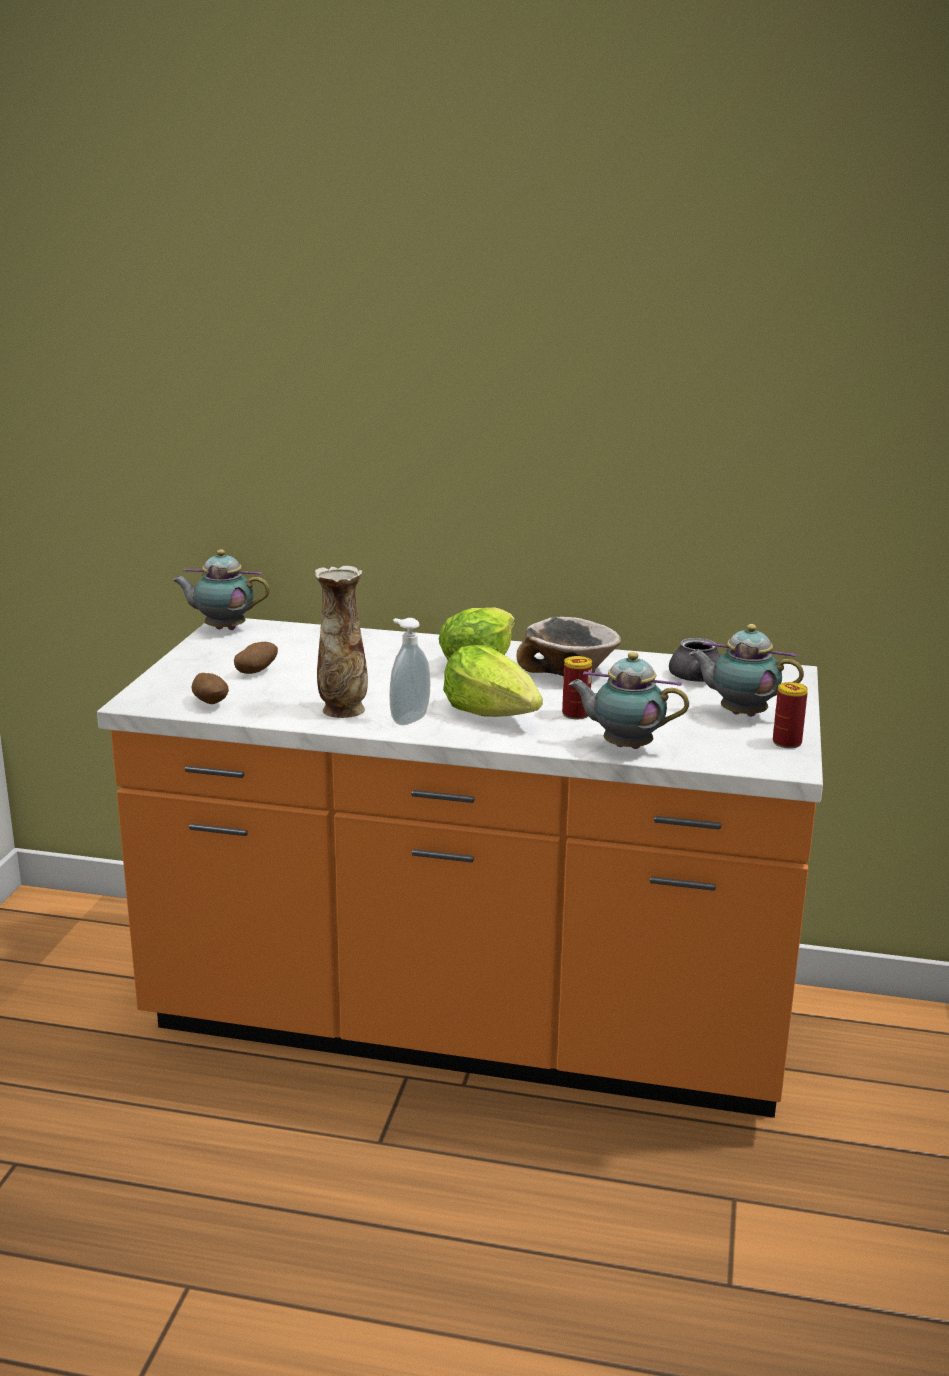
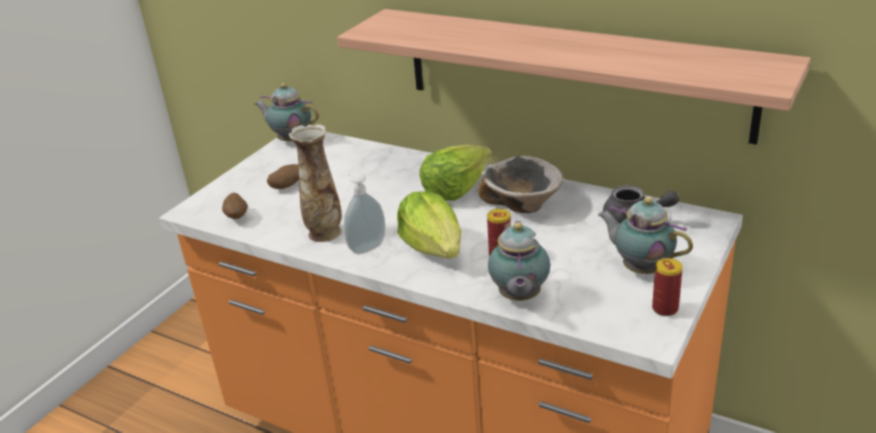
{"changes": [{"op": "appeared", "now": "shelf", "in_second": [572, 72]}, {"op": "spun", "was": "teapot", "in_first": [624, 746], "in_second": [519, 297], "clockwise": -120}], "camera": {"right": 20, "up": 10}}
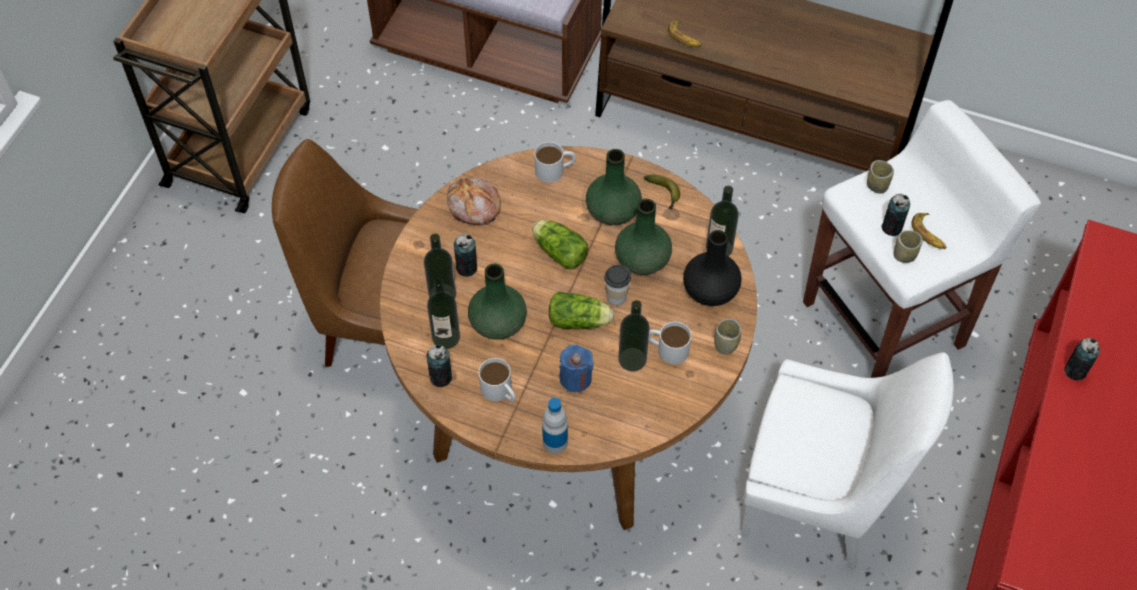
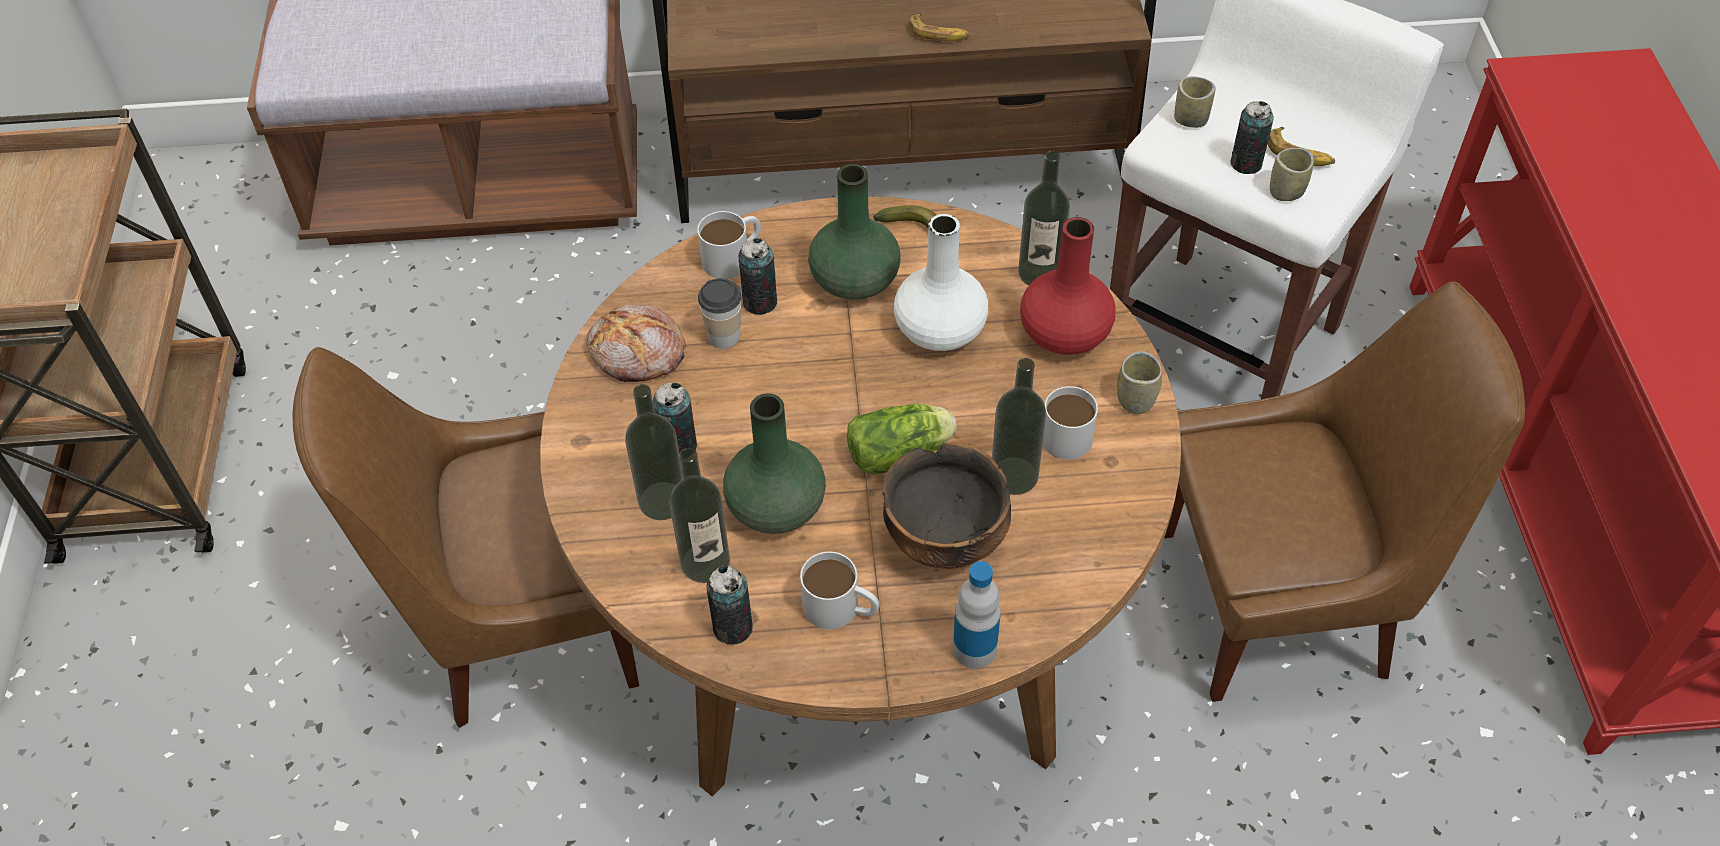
{"changes": [{"op": "relocated", "was": "cup", "in_first": [616, 296], "in_second": [724, 336]}, {"op": "relocated", "was": "can", "in_first": [1075, 371], "in_second": [760, 302]}, {"op": "exchanged", "was": "blue candle", "now": "bowl", "in_first": [575, 378], "in_second": [946, 538]}, {"op": "colour", "was": "green vase", "now": "white vase", "in_first": [643, 259], "in_second": [941, 330]}, {"op": "relocated", "was": "banana", "in_first": [684, 38], "in_second": [938, 33]}, {"op": "colour", "was": "black vase", "now": "red vase", "in_first": [709, 290], "in_second": [1063, 334]}, {"op": "colour", "was": "white chair", "now": "brown chair", "in_first": [819, 498], "in_second": [1282, 602]}, {"op": "missing", "was": "lettuce", "in_first": [558, 251]}], "camera": {"right": -25, "up": -5}}
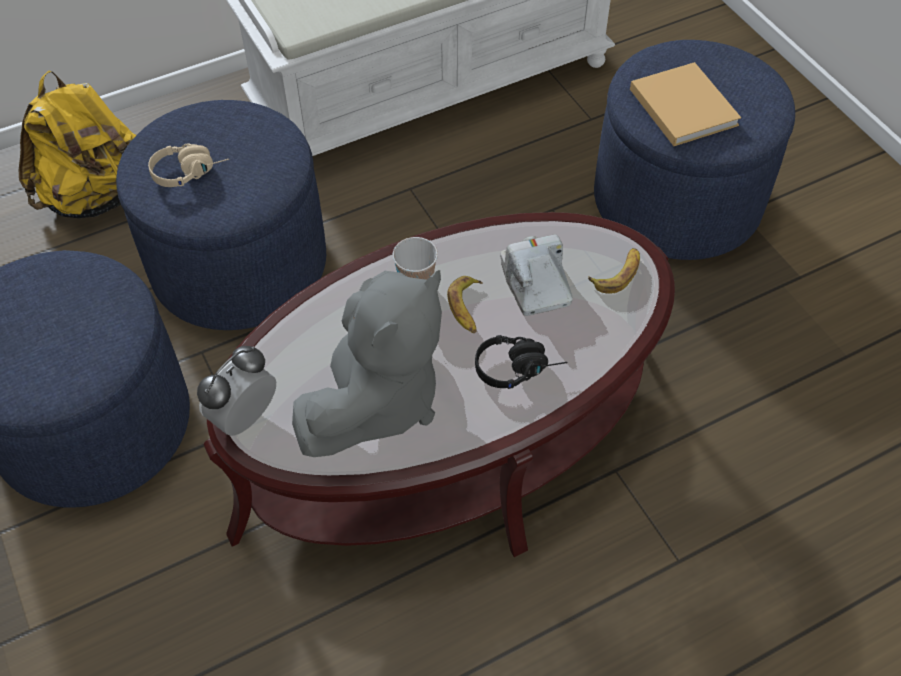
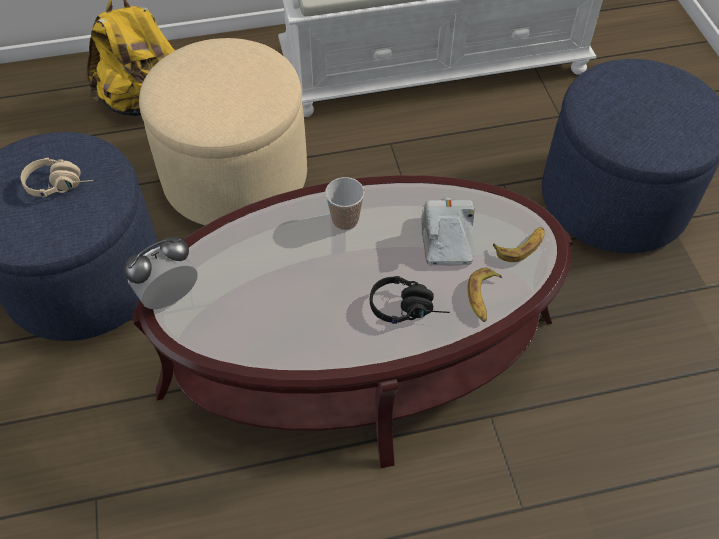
{"changes": [{"op": "relocated", "was": "beige headphones", "in_first": [191, 171], "in_second": [61, 184]}, {"op": "colour", "was": "blue ottoman", "now": "beige ottoman", "in_first": [239, 264], "in_second": [235, 176]}, {"op": "relocated", "was": "banana", "in_first": [467, 309], "in_second": [483, 298]}, {"op": "missing", "was": "grey plush toy", "in_first": [376, 400]}, {"op": "missing", "was": "beige book", "in_first": [681, 105]}], "camera": {"right": 15, "up": 0}}
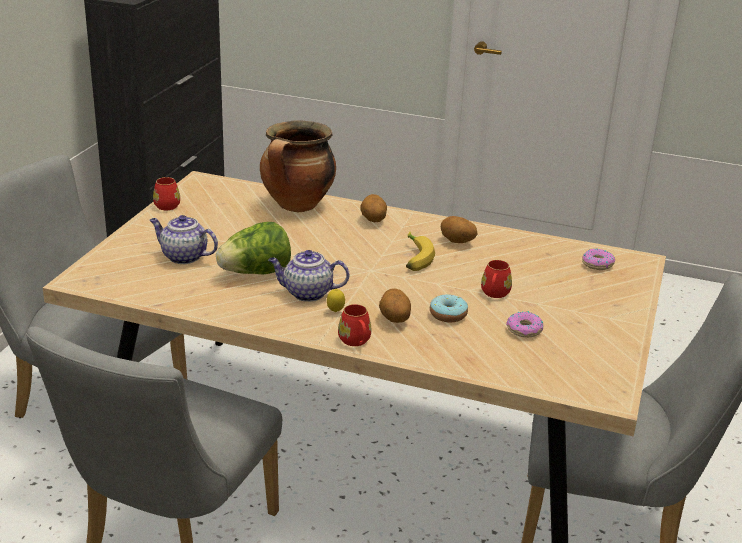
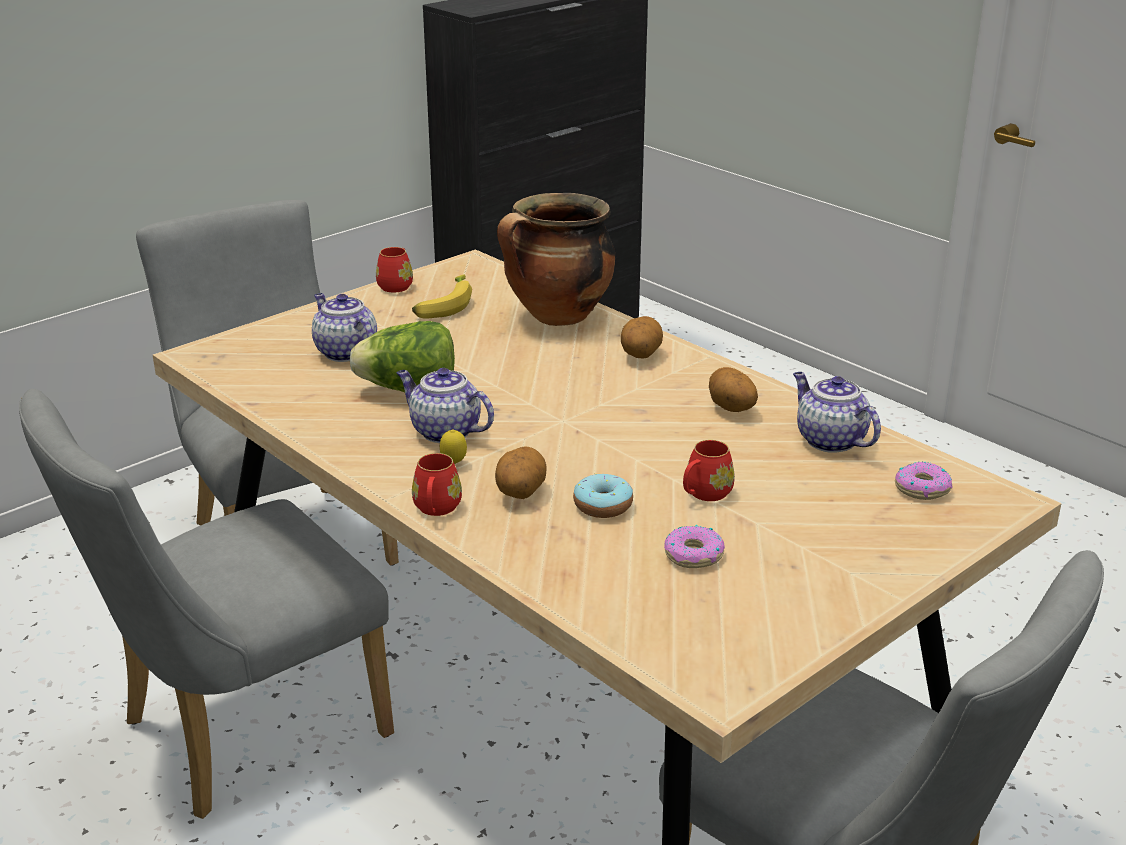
{"changes": [{"op": "relocated", "was": "banana", "in_first": [414, 258], "in_second": [443, 306]}, {"op": "appeared", "now": "teapot", "in_second": [829, 440]}], "camera": {"right": 30, "up": 0}}
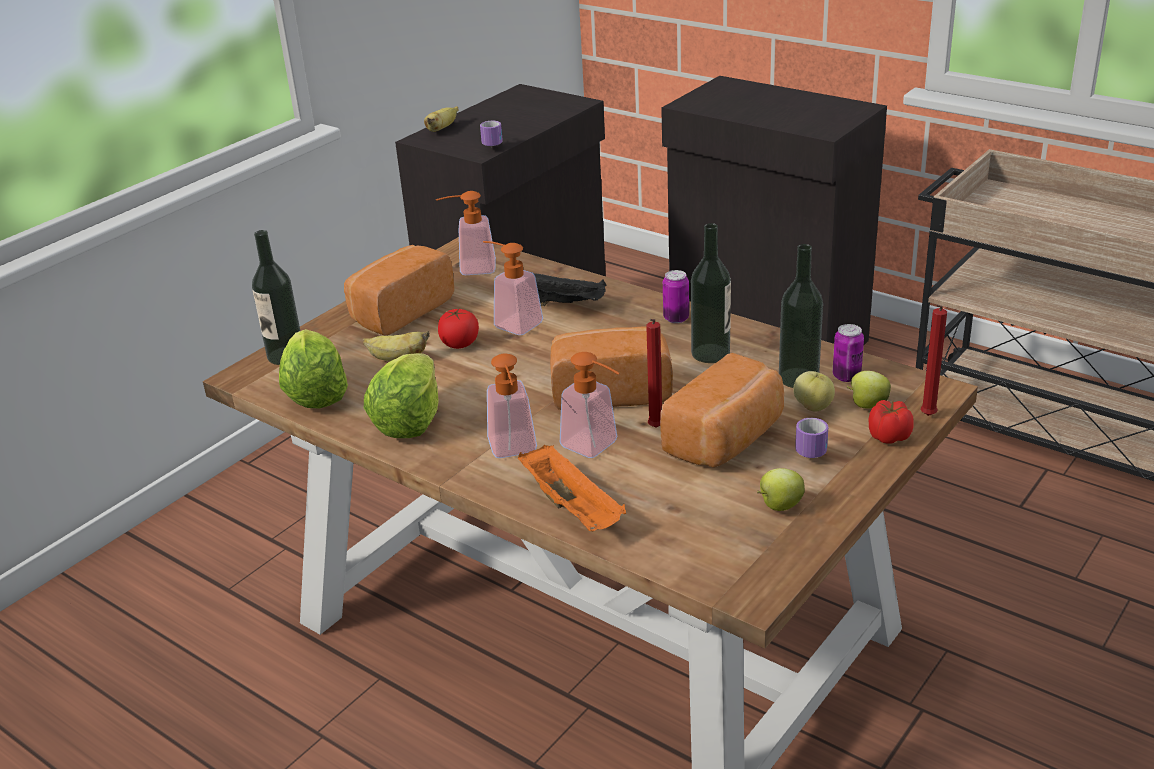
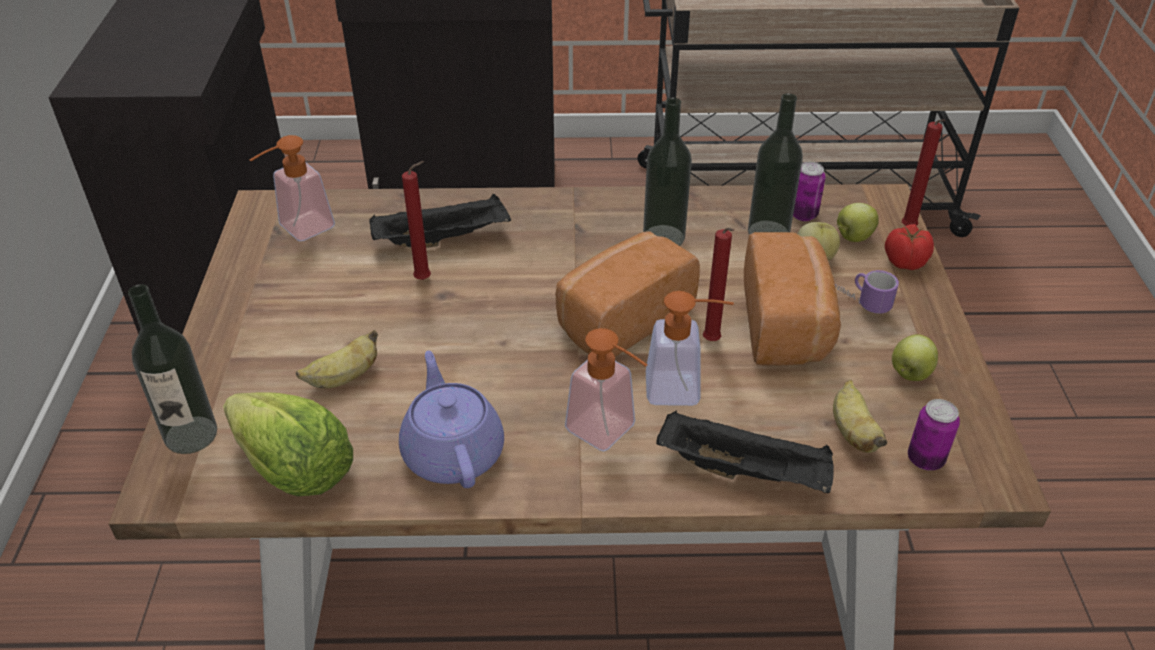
{"changes": [{"op": "exchanged", "was": "lettuce", "now": "purple teapot", "in_first": [409, 421], "in_second": [452, 451]}, {"op": "exchanged", "was": "soap dispenser", "now": "red candle", "in_first": [512, 323], "in_second": [425, 279]}, {"op": "colour", "was": "orange tray", "now": "black tray", "in_first": [573, 508], "in_second": [745, 471]}, {"op": "relocated", "was": "banana", "in_first": [441, 129], "in_second": [852, 432]}, {"op": "relocated", "was": "can", "in_first": [676, 318], "in_second": [925, 459]}, {"op": "missing", "was": "bread", "in_first": [399, 311]}, {"op": "missing", "was": "tomato", "in_first": [460, 343]}, {"op": "missing", "was": "mug", "in_first": [492, 144]}], "camera": {"right": -40, "up": 10}}
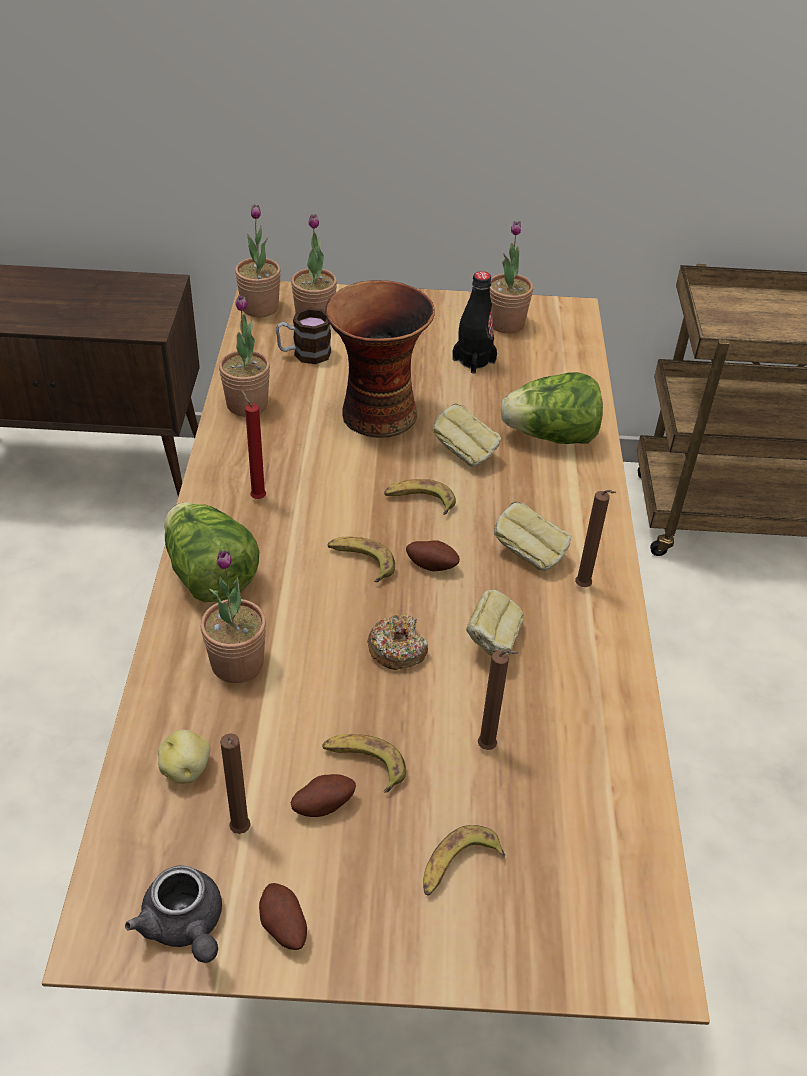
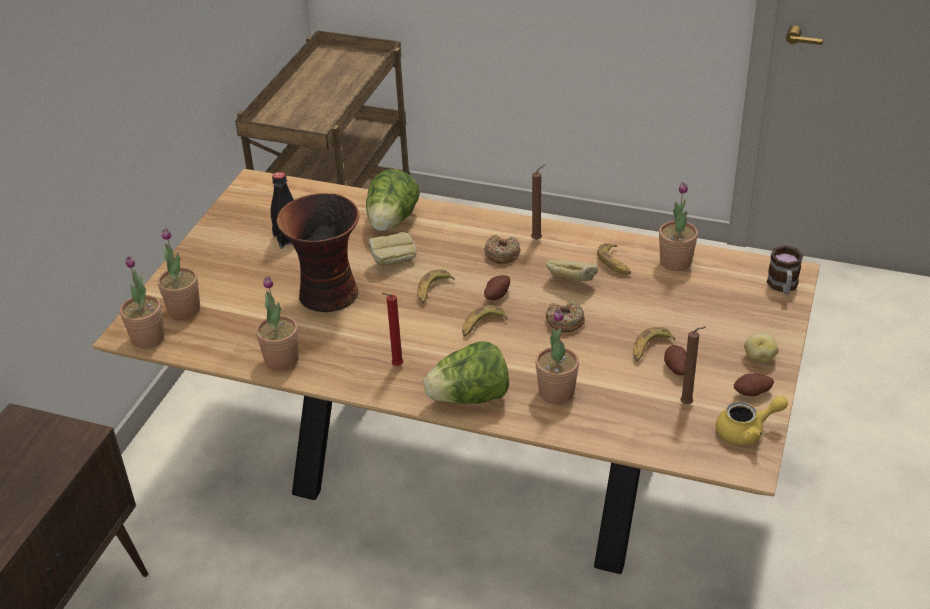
{"changes": [{"op": "exchanged", "was": "bread", "now": "donut", "in_first": [529, 554], "in_second": [502, 254]}, {"op": "relocated", "was": "banana", "in_first": [458, 866], "in_second": [615, 263]}, {"op": "relocated", "was": "potted plant", "in_first": [506, 323], "in_second": [675, 262]}, {"op": "colour", "was": "grey teapot", "now": "yellow teapot", "in_first": [185, 926], "in_second": [747, 432]}, {"op": "relocated", "was": "potato", "in_first": [186, 769], "in_second": [759, 357]}, {"op": "relocated", "was": "mug", "in_first": [304, 354], "in_second": [783, 287]}, {"op": "missing", "was": "brown candle", "in_first": [489, 748]}], "camera": {"right": -70, "up": -5}}
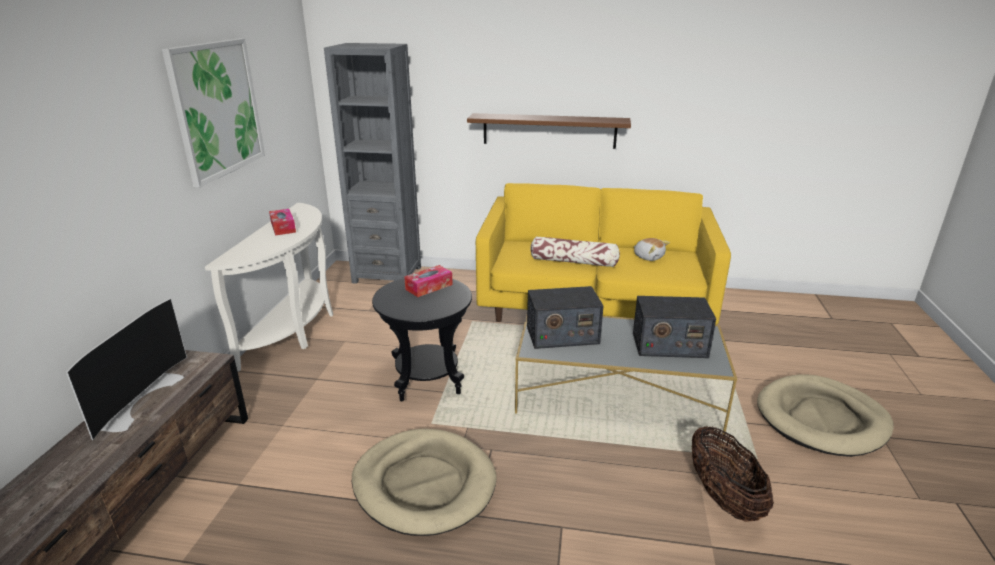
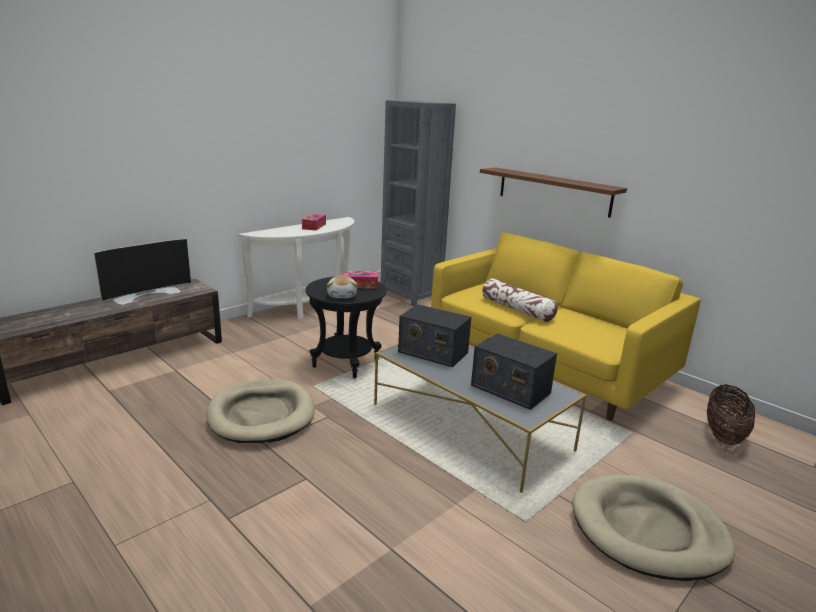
{"changes": [{"op": "relocated", "was": "plush toy", "in_first": [648, 257], "in_second": [342, 295]}, {"op": "relocated", "was": "basket", "in_first": [723, 497], "in_second": [723, 435]}, {"op": "missing", "was": "picture", "in_first": [217, 109]}], "camera": {"right": 35, "up": -5}}
